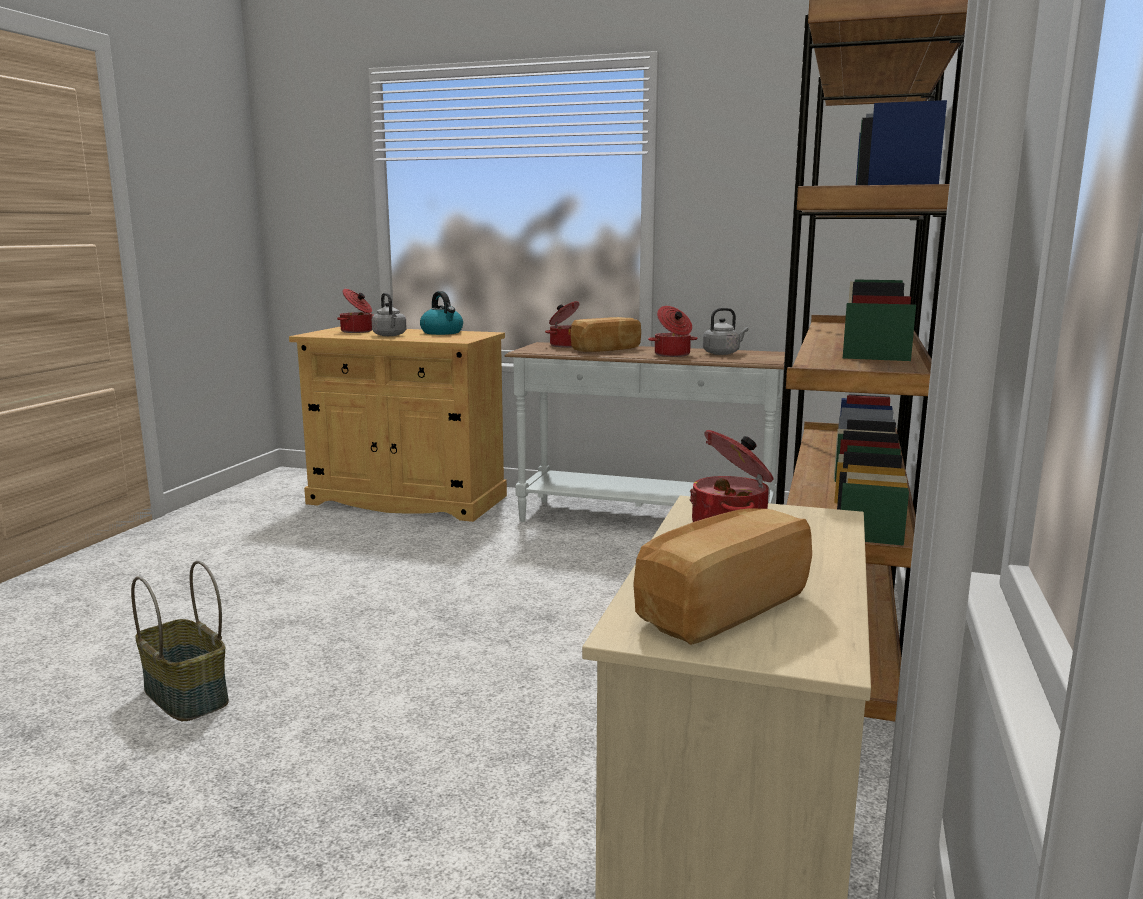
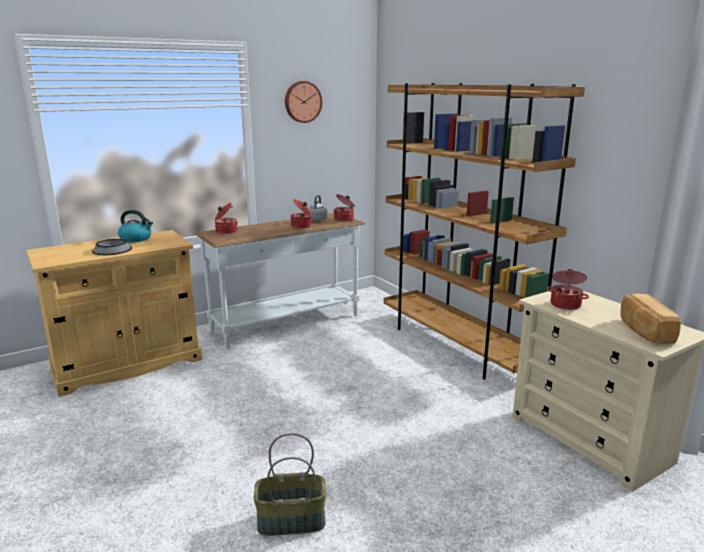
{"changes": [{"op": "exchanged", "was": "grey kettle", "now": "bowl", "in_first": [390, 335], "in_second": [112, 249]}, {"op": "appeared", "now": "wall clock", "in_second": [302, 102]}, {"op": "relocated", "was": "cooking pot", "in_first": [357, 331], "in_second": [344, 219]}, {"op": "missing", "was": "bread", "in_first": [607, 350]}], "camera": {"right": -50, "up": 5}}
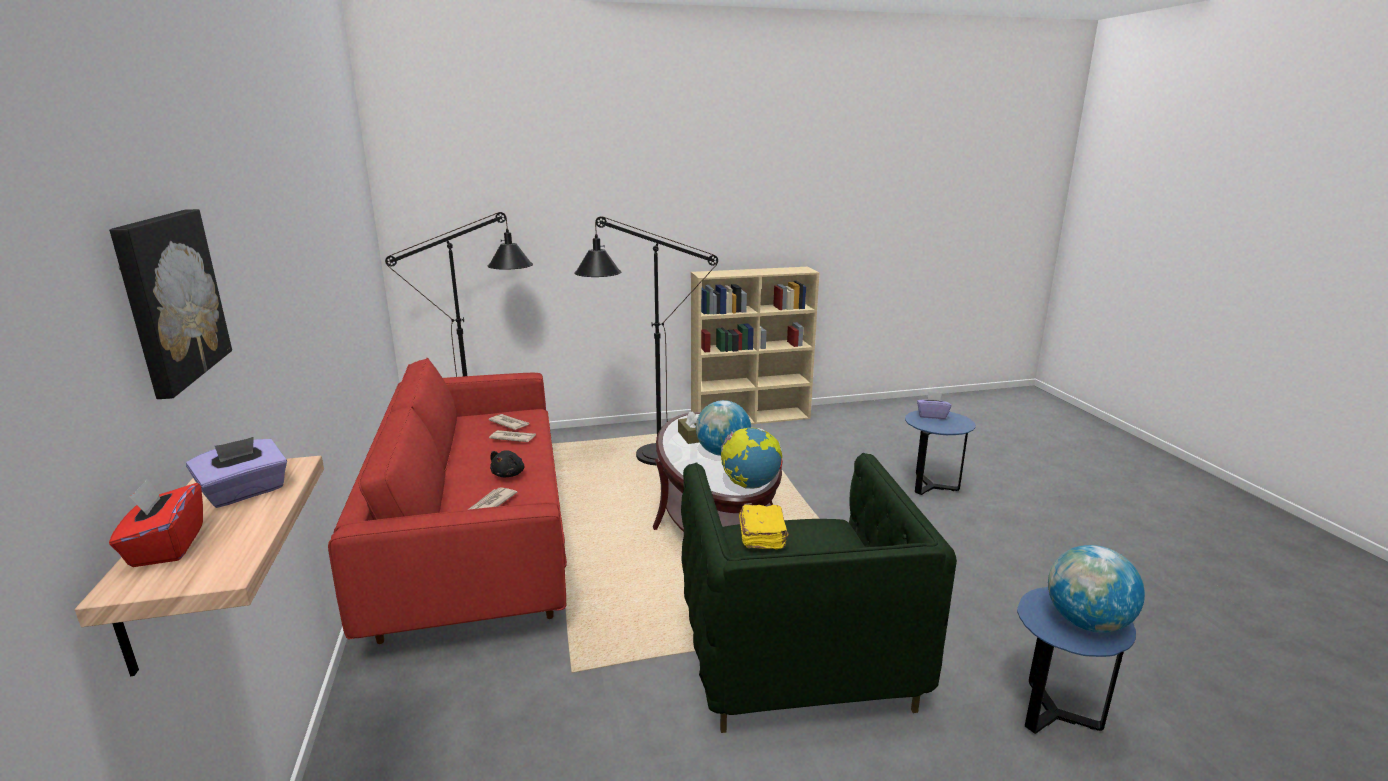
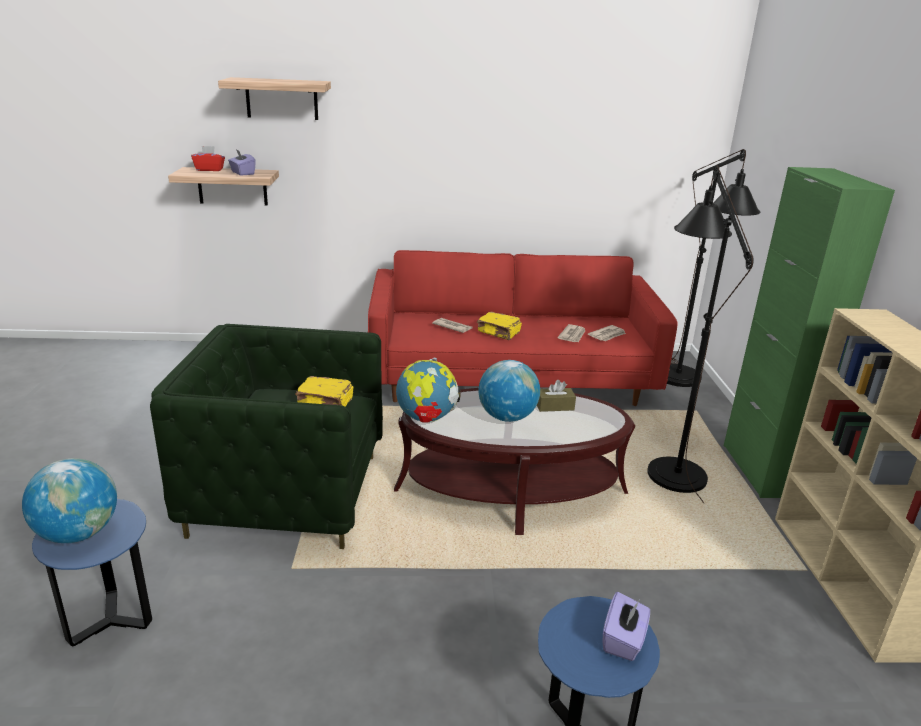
{"changes": [{"op": "exchanged", "was": "picture", "now": "shelf", "in_first": [169, 298], "in_second": [282, 99]}, {"op": "exchanged", "was": "black plush toy", "now": "yellow book", "in_first": [509, 474], "in_second": [499, 333]}, {"op": "appeared", "now": "green cabinet", "in_second": [760, 470]}], "camera": {"right": 100, "up": 5}}
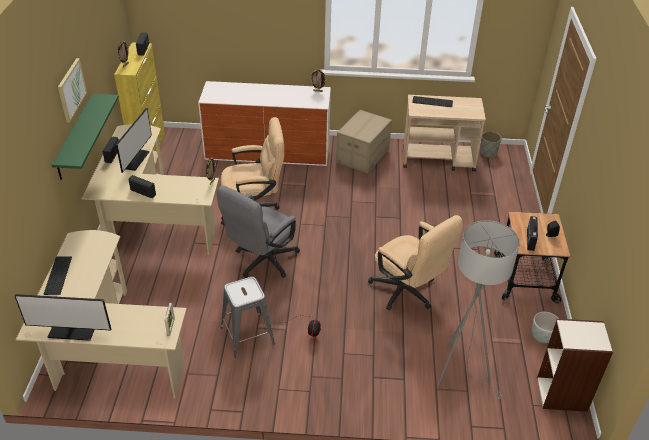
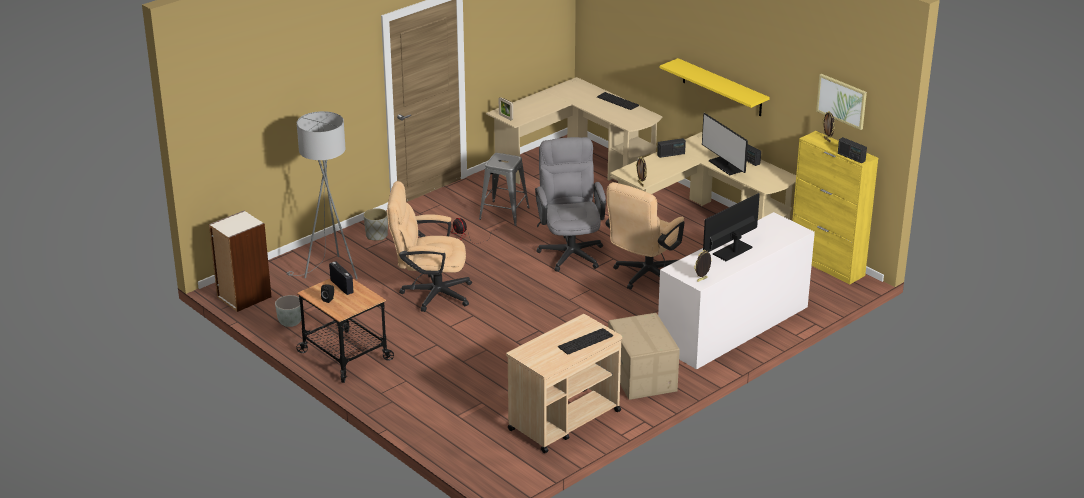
{"changes": [{"op": "relocated", "was": "grey planter", "in_first": [488, 153], "in_second": [376, 235]}, {"op": "colour", "was": "green shelf", "now": "yellow shelf", "in_first": [75, 137], "in_second": [722, 88]}, {"op": "relocated", "was": "monitor", "in_first": [72, 331], "in_second": [732, 251]}, {"op": "relocated", "was": "picture", "in_first": [71, 89], "in_second": [842, 101]}], "camera": {"right": 135, "up": -10}}
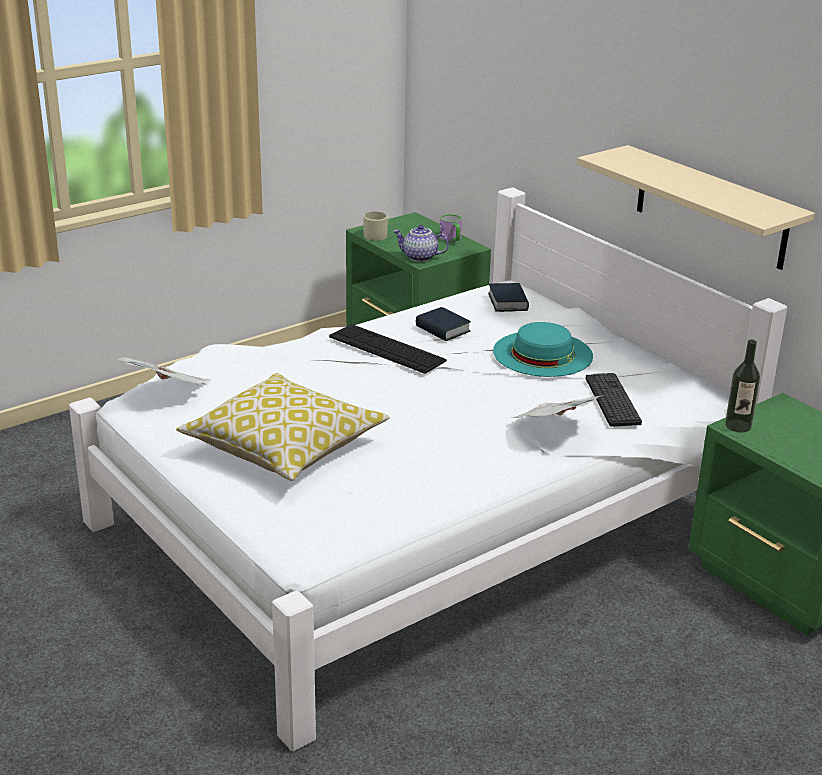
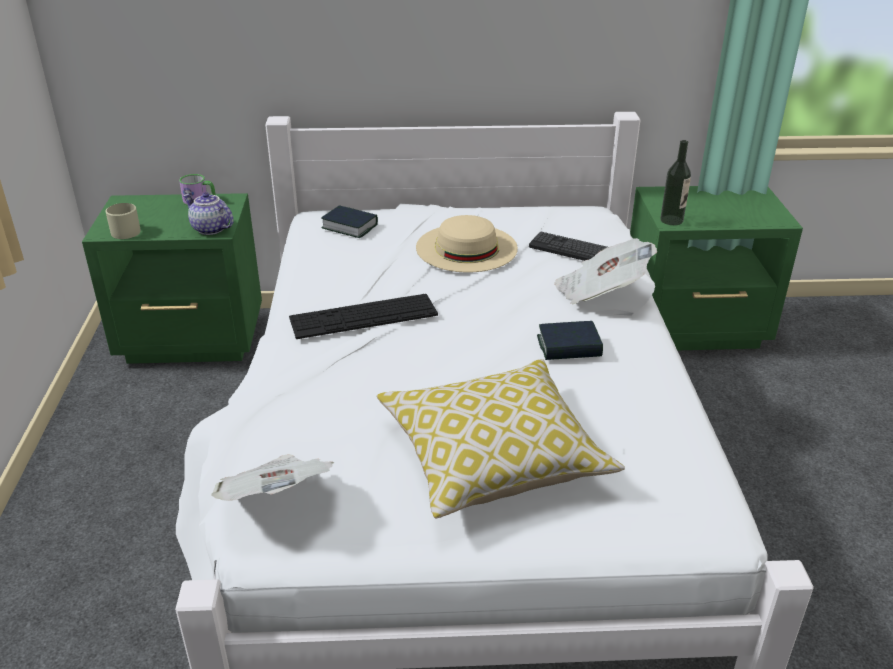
{"changes": [{"op": "spun", "was": "teapot", "in_first": [419, 257], "in_second": [210, 229], "clockwise": 75}, {"op": "colour", "was": "turquoise hat", "now": "beige hat", "in_first": [543, 353], "in_second": [466, 247]}, {"op": "relocated", "was": "book", "in_first": [442, 329], "in_second": [569, 347]}, {"op": "missing", "was": "beige shelf", "in_first": [711, 207]}], "camera": {"right": -55, "up": 5}}
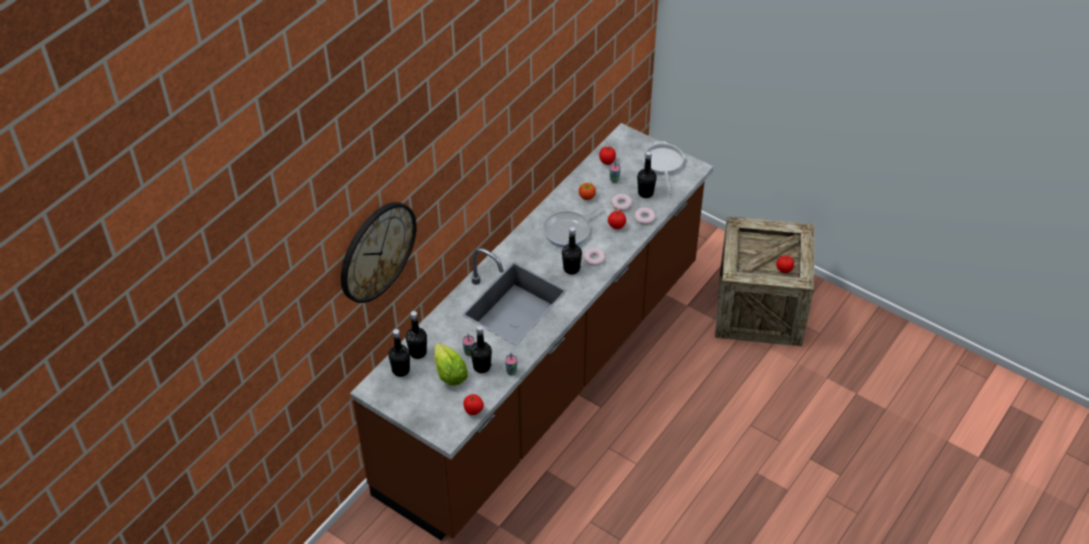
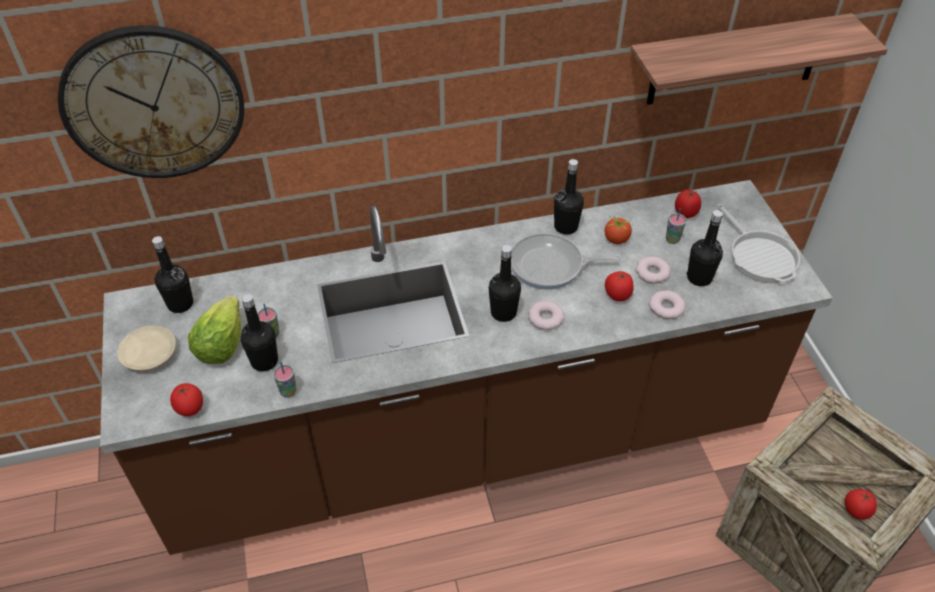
{"changes": [{"op": "appeared", "now": "beige plate", "in_second": [149, 354]}, {"op": "relocated", "was": "black bottle", "in_first": [418, 352], "in_second": [566, 227]}, {"op": "appeared", "now": "shelf", "in_second": [735, 60]}, {"op": "spun", "was": "frying pan", "in_first": [663, 164], "in_second": [760, 256], "clockwise": 120}], "camera": {"right": 40, "up": 0}}
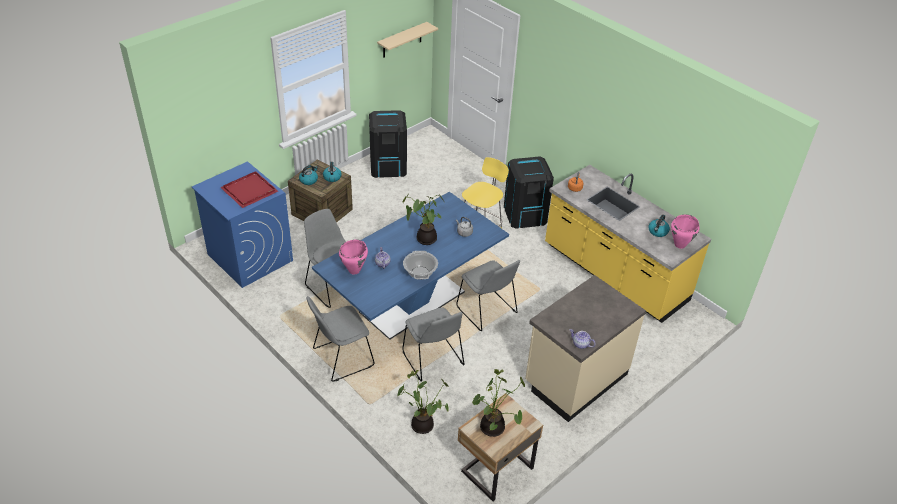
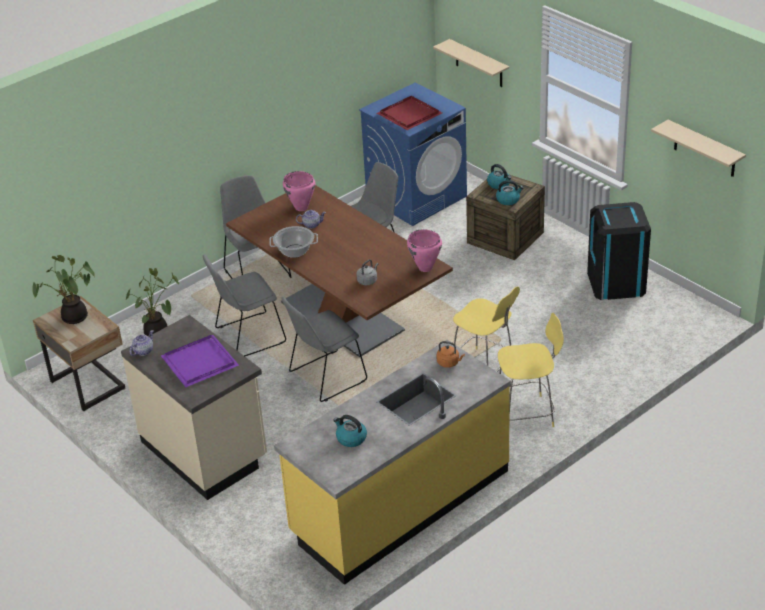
{"changes": [{"op": "appeared", "now": "purple tray", "in_second": [200, 361]}, {"op": "colour", "was": "blue dining table", "now": "brown dining table", "in_first": [412, 302], "in_second": [342, 317]}, {"op": "relocated", "was": "pink cooking pot", "in_first": [680, 245], "in_second": [425, 268]}, {"op": "appeared", "now": "beige shelf", "in_second": [479, 64]}, {"op": "exchanged", "was": "black trash can", "now": "yellow stool", "in_first": [525, 214], "in_second": [526, 414]}, {"op": "missing", "was": "potted plant", "in_first": [424, 239]}], "camera": {"right": 95, "up": -5}}
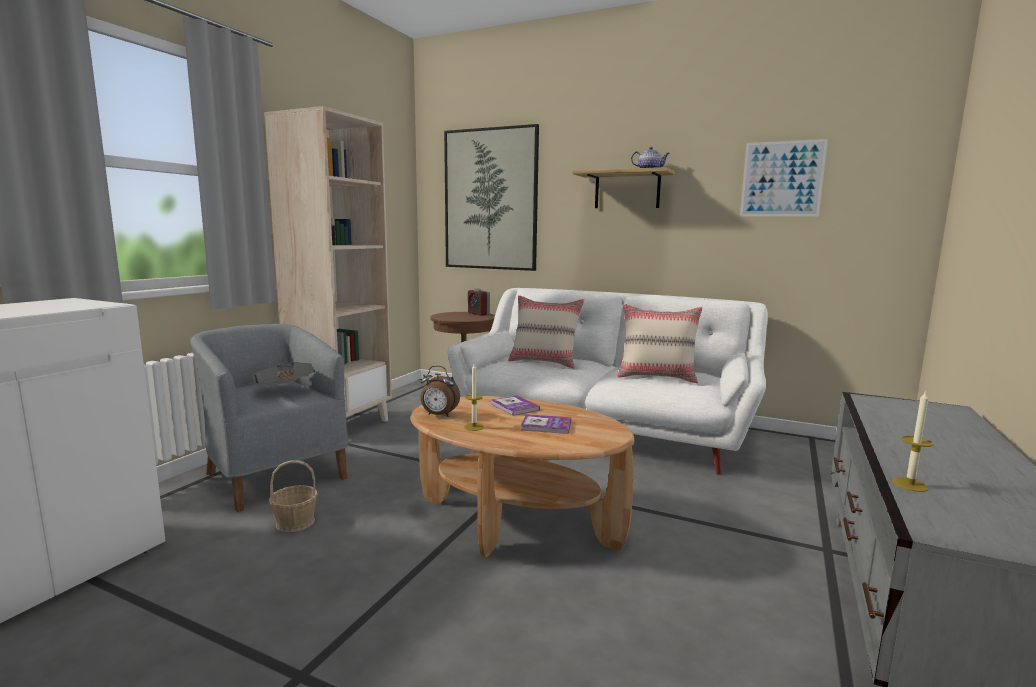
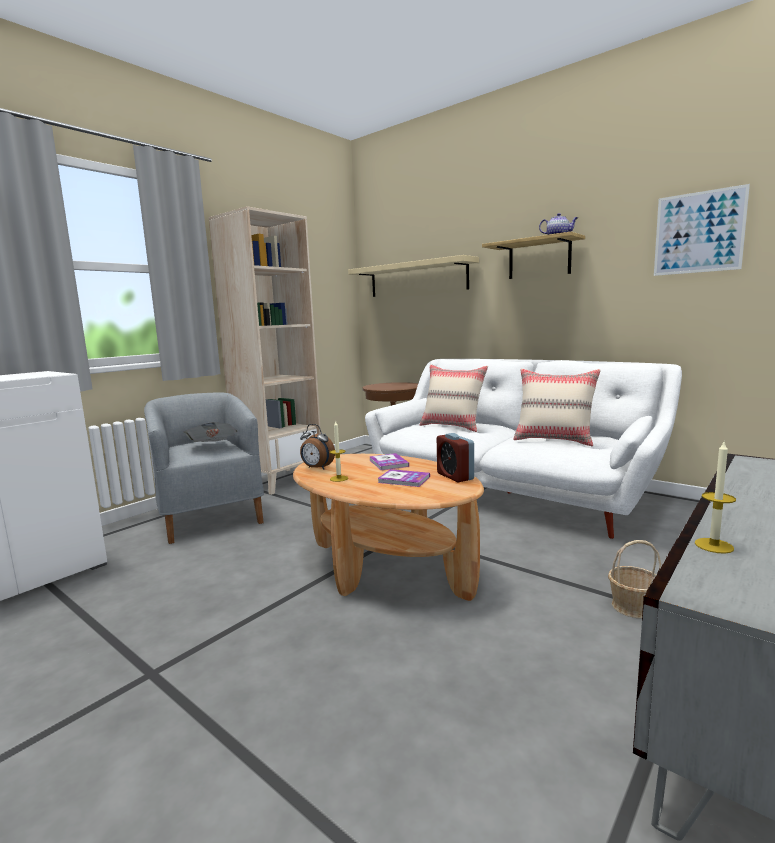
{"changes": [{"op": "exchanged", "was": "picture", "now": "beige shelf", "in_first": [490, 200], "in_second": [417, 278]}, {"op": "relocated", "was": "alarm clock", "in_first": [478, 314], "in_second": [455, 476]}, {"op": "relocated", "was": "basket", "in_first": [295, 522], "in_second": [632, 606]}], "camera": {"right": 15, "up": 0}}
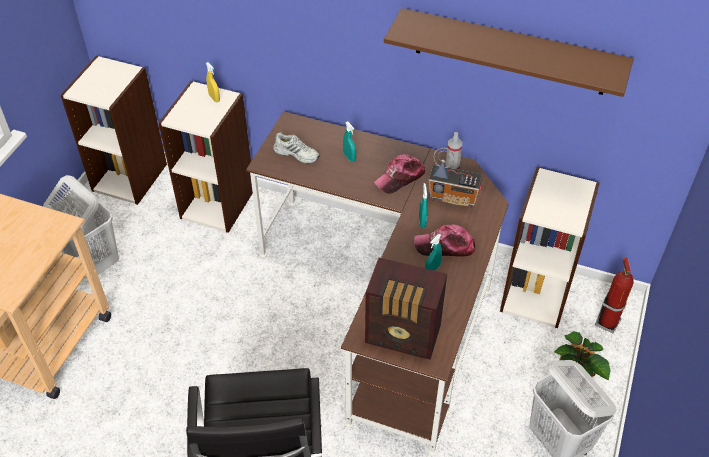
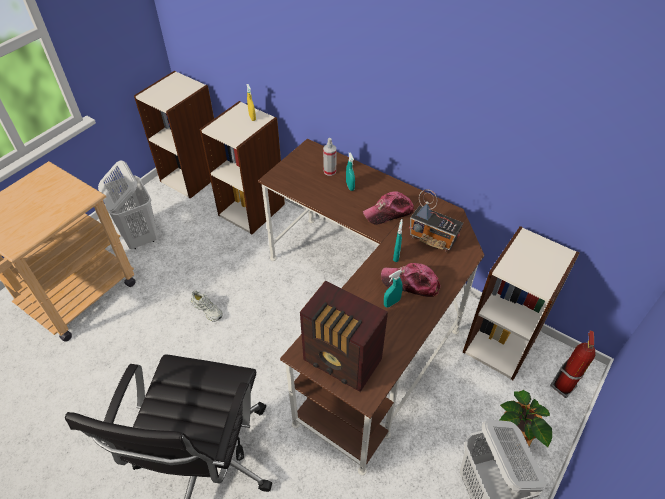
{"changes": [{"op": "relocated", "was": "white shoe", "in_first": [297, 153], "in_second": [207, 309]}, {"op": "relocated", "was": "spray bottle", "in_first": [452, 167], "in_second": [329, 171]}, {"op": "missing", "was": "brown shelf", "in_first": [510, 52]}], "camera": {"right": 15, "up": 0}}
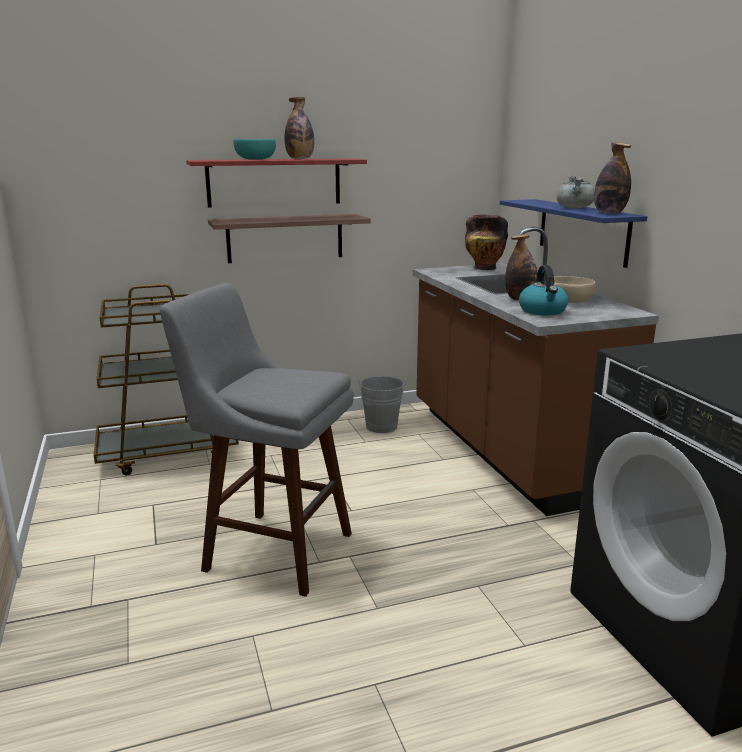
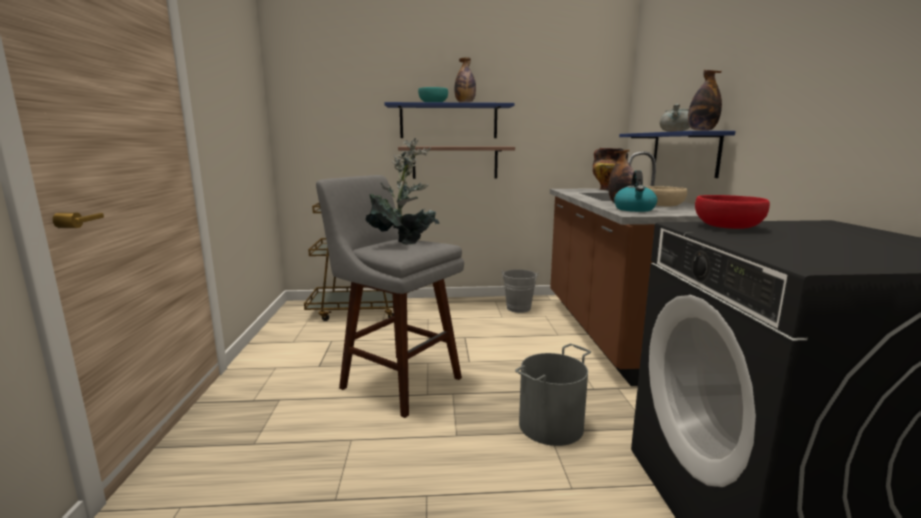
{"changes": [{"op": "appeared", "now": "potted plant", "in_second": [405, 242]}, {"op": "colour", "was": "red shelf", "now": "blue shelf", "in_first": [274, 182], "in_second": [448, 121]}, {"op": "appeared", "now": "grey bucket", "in_second": [551, 425]}, {"op": "appeared", "now": "red bowl", "in_second": [728, 227]}], "camera": {"right": 15, "up": -5}}
